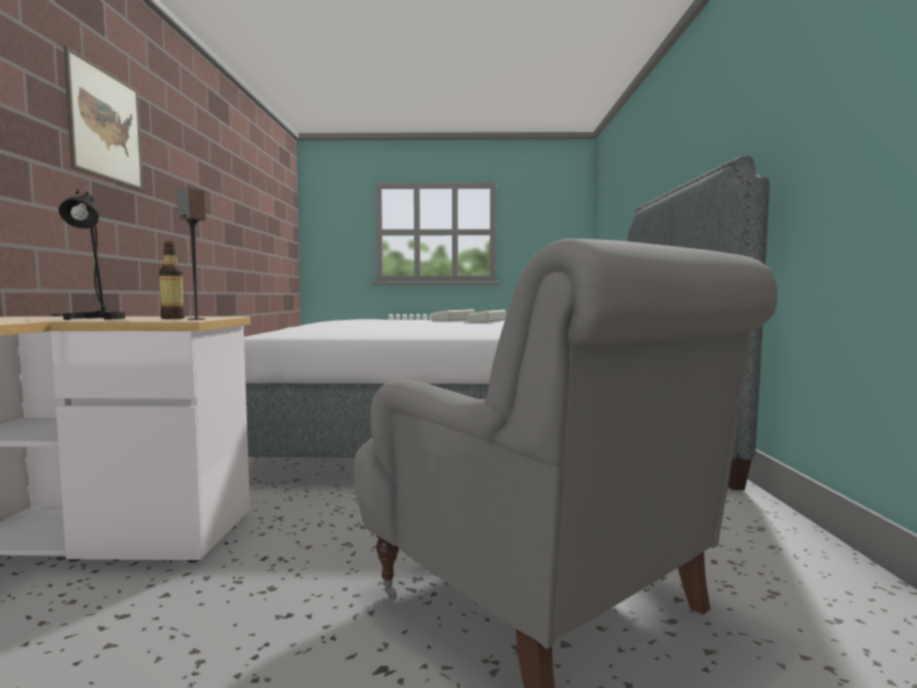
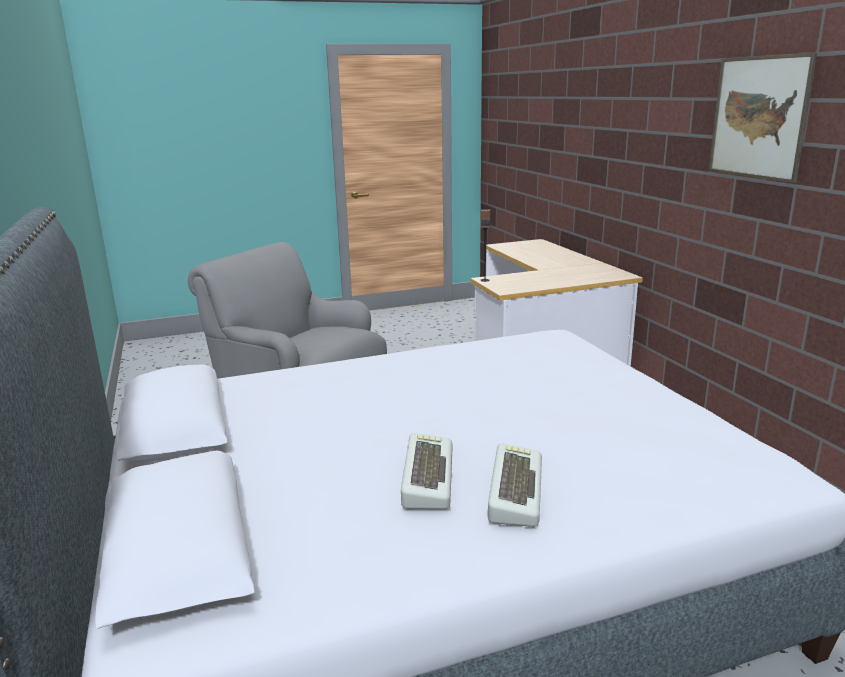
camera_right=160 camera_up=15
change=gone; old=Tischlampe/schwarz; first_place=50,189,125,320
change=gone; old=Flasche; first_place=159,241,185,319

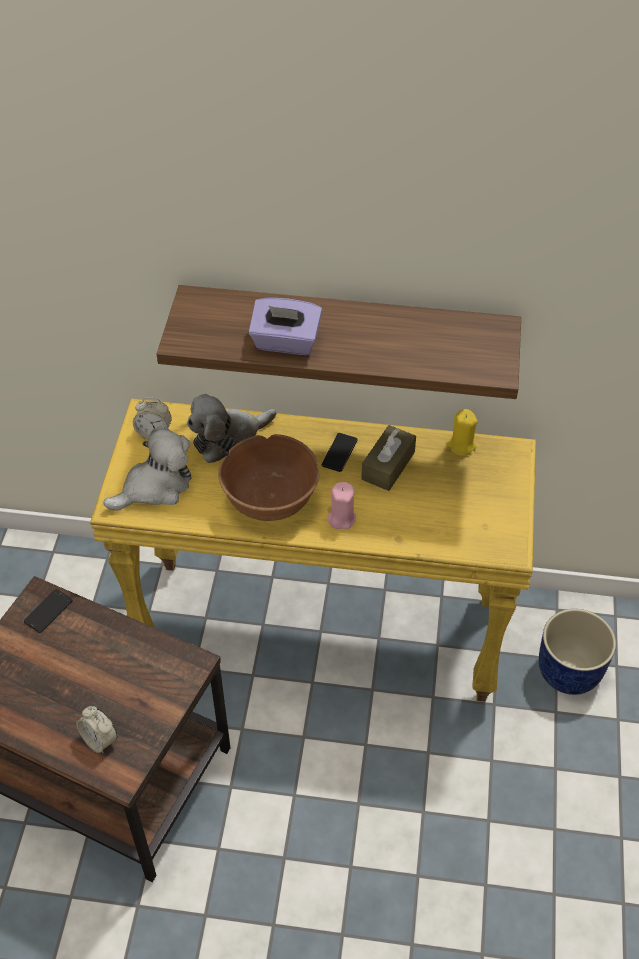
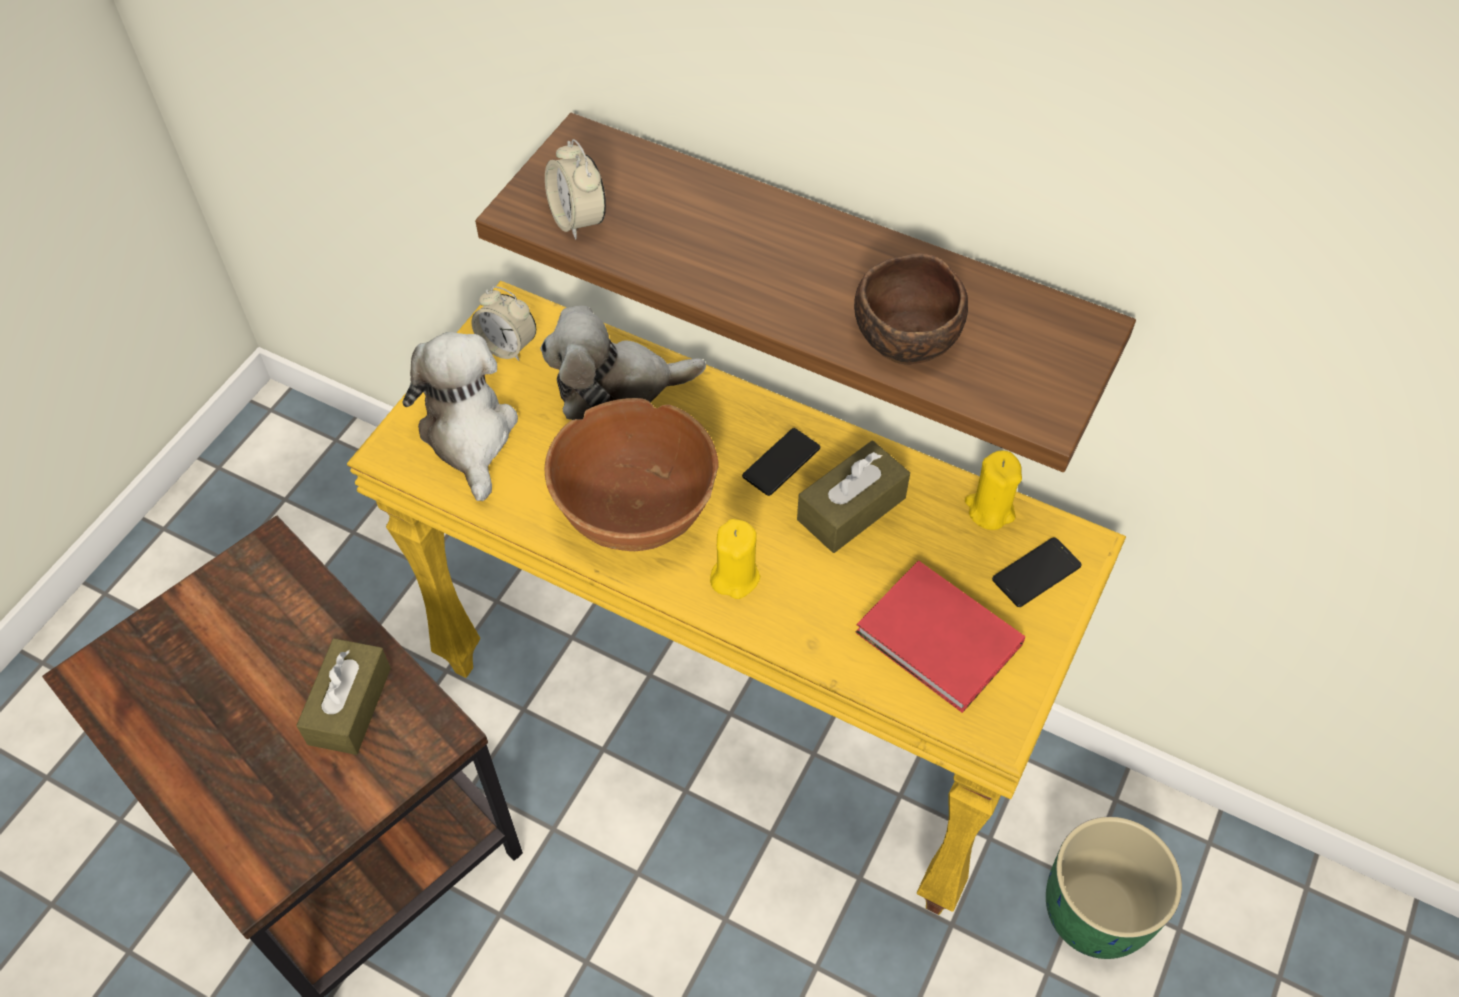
camera_right=20 camera_up=5
change=new; new=Taschentuchbox/braun; second_place=296,638,391,755
change=rotated; old=Plüschtier; first_place=104,426,191,511; second_place=402,332,518,501; degrees=-90
change=shifted; old=Wecker; first_place=76,706,118,754; second_place=545,139,606,240
change=repainted; old=Kerze/rosa; new=Kerze/gelb; first_place=328,482,356,529; second_place=710,519,760,599
change=new; new=Schüssel/braun; second_place=854,253,968,365
change=new; new=Buch/rot; second_place=855,560,1025,713
change=shifted; old=Handy; first_place=24,589,73,633; second_place=992,537,1082,607
change=repainted; old=Pflanzkübel/blau; new=Pflanzkübel/grün; first_place=539,609,616,695; second_place=1046,817,1182,959
change=gone; old=Taschentuchbox/lila; first_place=249,298,322,355

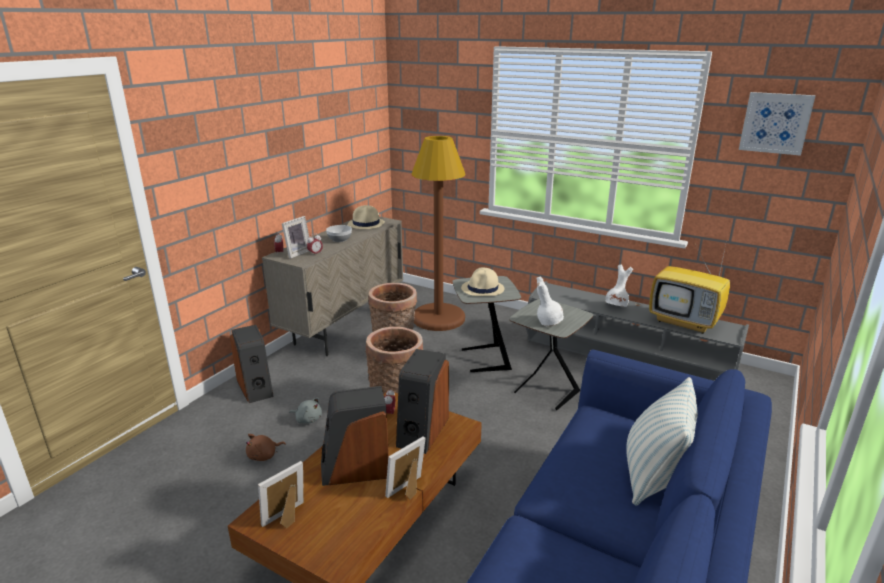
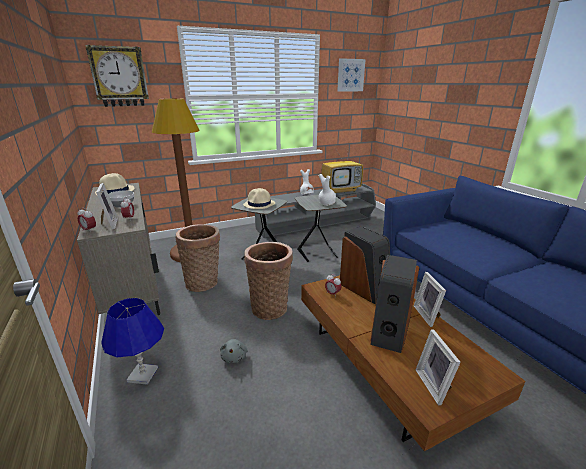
camera_right=-55 camera_up=0
change=new; new=Wanduhr; second_place=85,45,149,107
change=swapped; old=Lautsprecher; new=Tischlampe/blau; first_place=230,325,274,403; second_place=101,298,164,385
change=rotated; old=Plüschtier/grau; first_place=289,398,322,424; second_place=220,339,247,363; degrees=120
change=gone; old=Plüschtier/braun; first_place=246,434,286,461
change=gone; old=Kissen; first_place=626,377,698,506

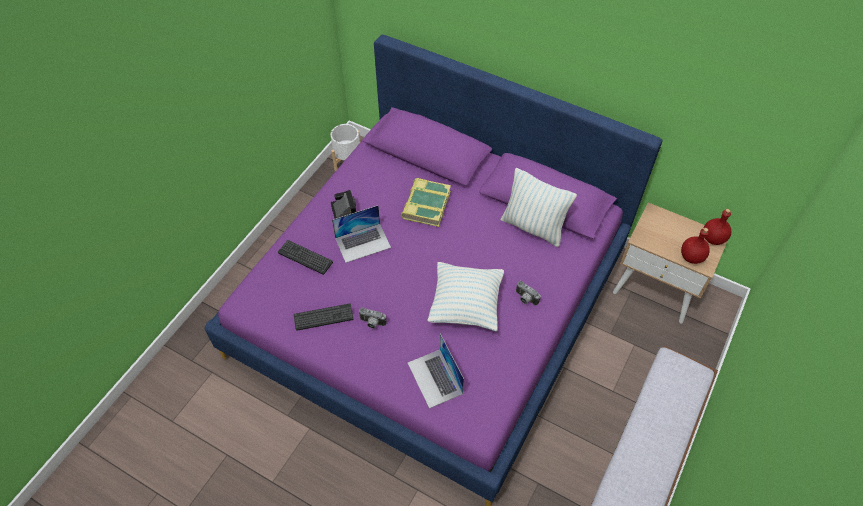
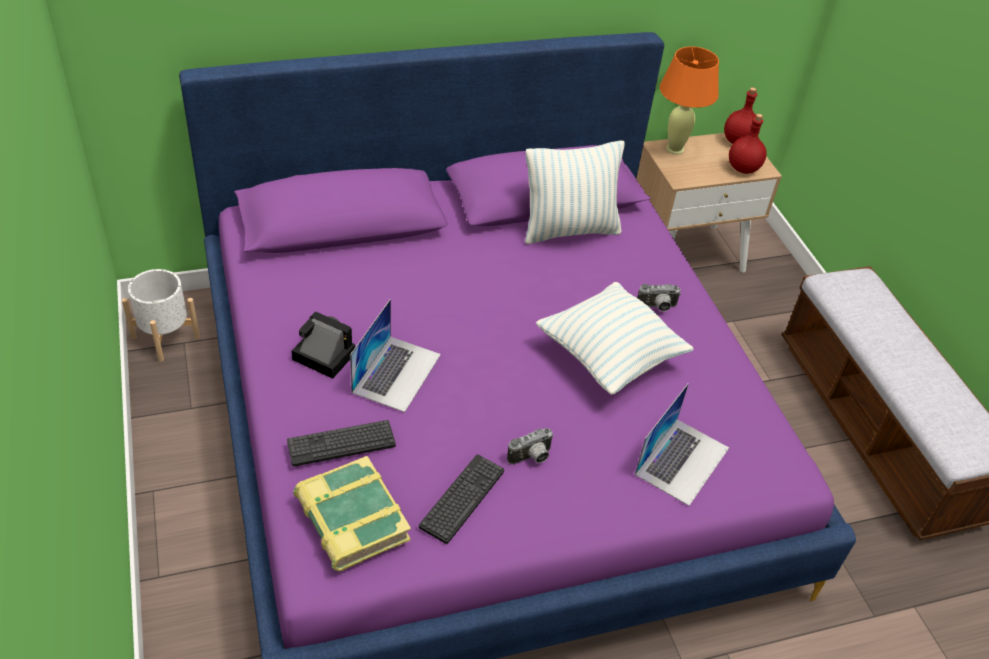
camera_right=-50 camera_up=-10
change=shifted; old=Buch; first_place=401,178,451,227; second_place=293,456,411,571
change=rotated; old=Laptop; first_place=408,334,464,409; second_place=635,383,729,506; degrees=-75
change=new; new=Tischlampe/orange; second_place=660,46,719,155

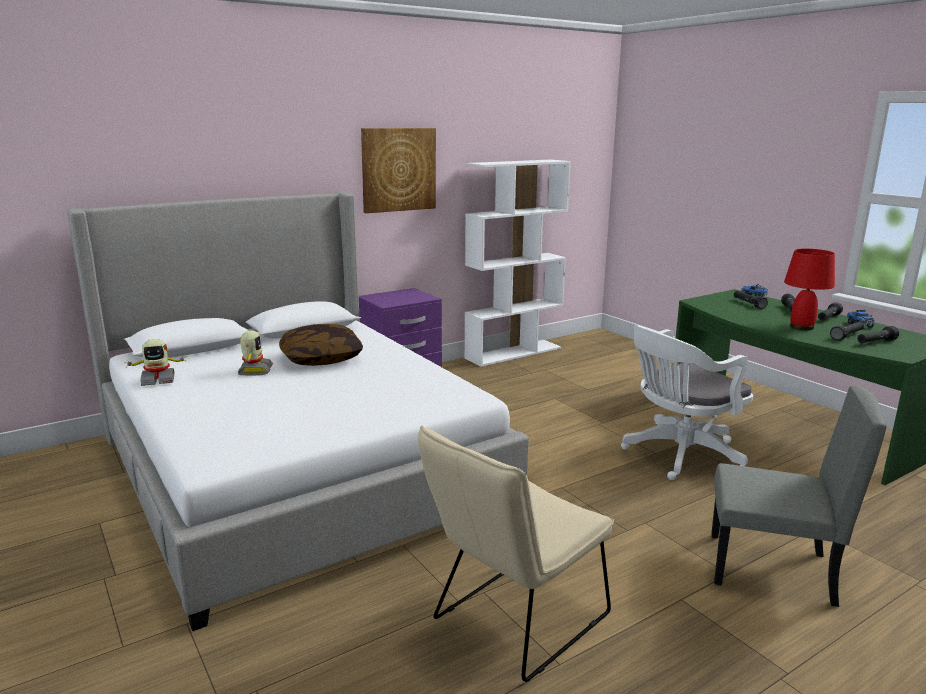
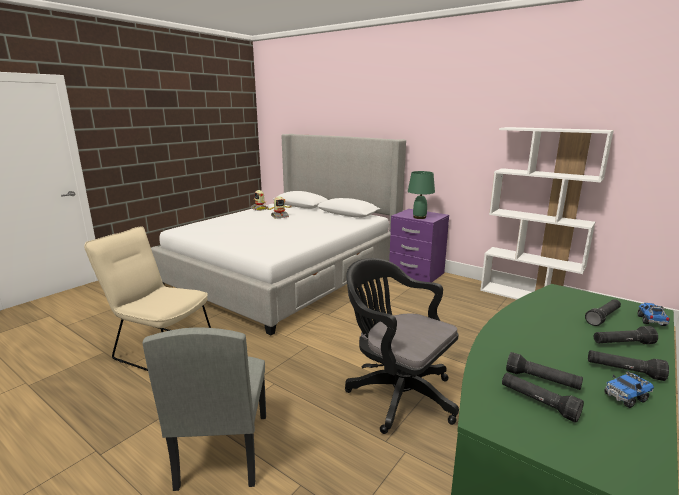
camera_right=70 camera_up=0
change=repainted; old=Bürostuhl/weiß; new=Bürostuhl/schwarz; first_place=621,325,753,480; second_place=345,258,459,434
change=new; new=Tischlampe/grün; second_place=408,171,435,219
change=gone; old=Kissen; first_place=279,324,363,366
change=gone; old=Bild; first_place=361,128,436,213
change=gone; old=Tischlampe/rot; first_place=784,249,835,330

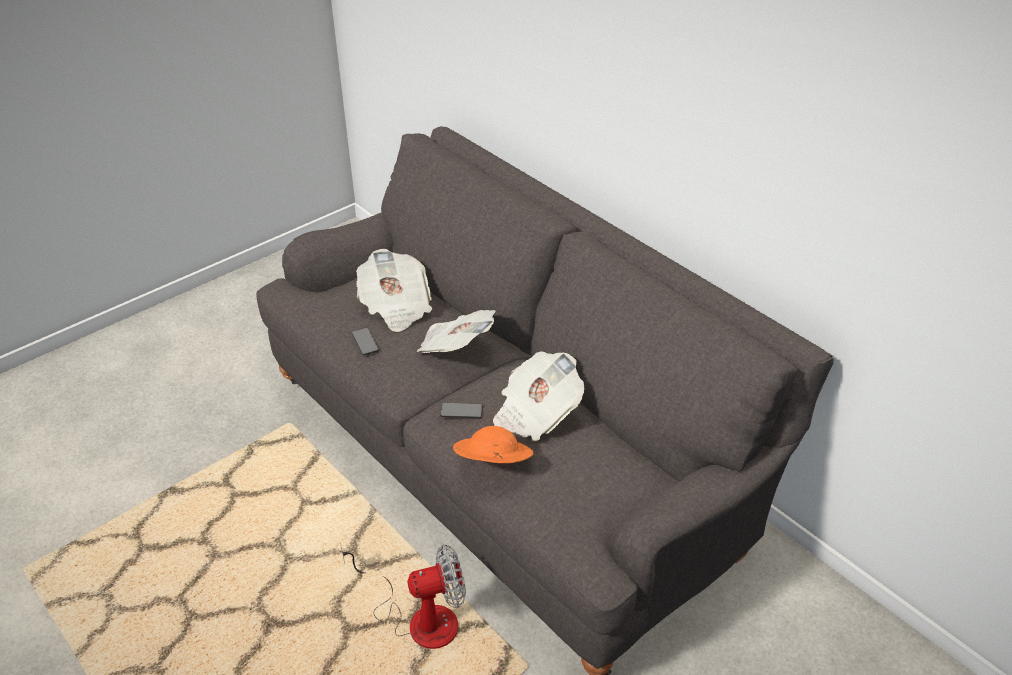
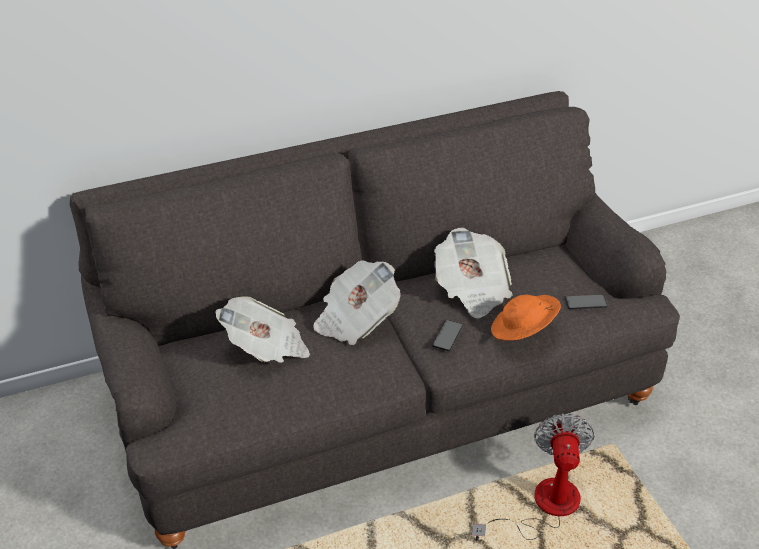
camera_right=-70 camera_up=0
change=shifted; old=Handy; first_place=352,328,379,355; second_place=565,295,607,309

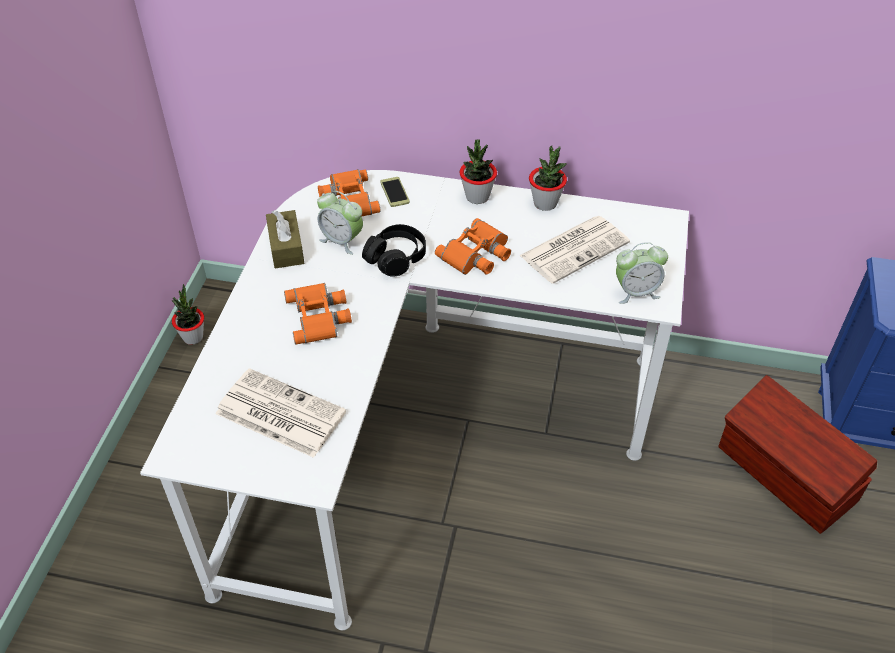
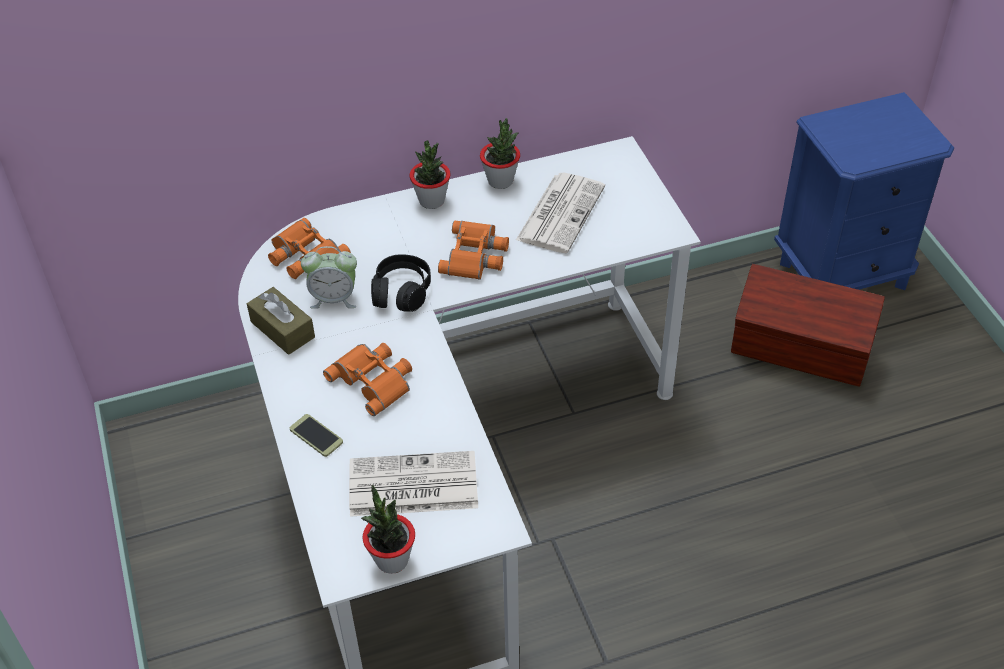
camera_right=-30 camera_up=0
change=shifted; old=Handy; first_place=380,177,410,207; second_place=290,414,343,457
change=shifted; old=Topfpflanze; first_place=172,284,204,345; second_place=361,485,415,574
change=gone; old=Wecker; first_place=616,242,668,304

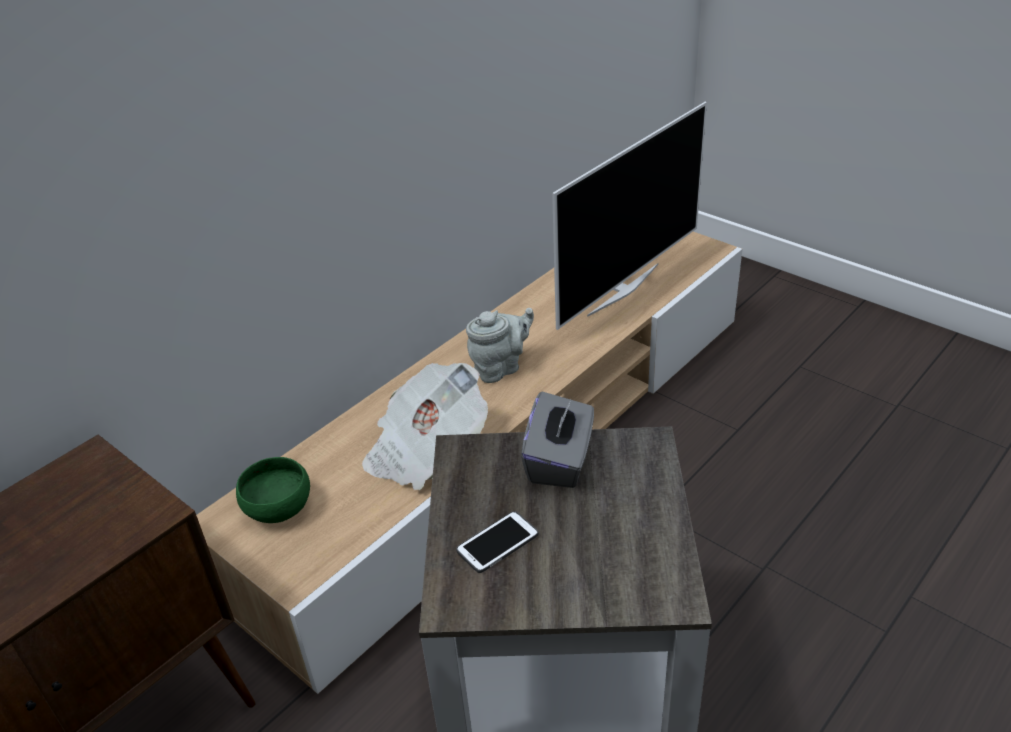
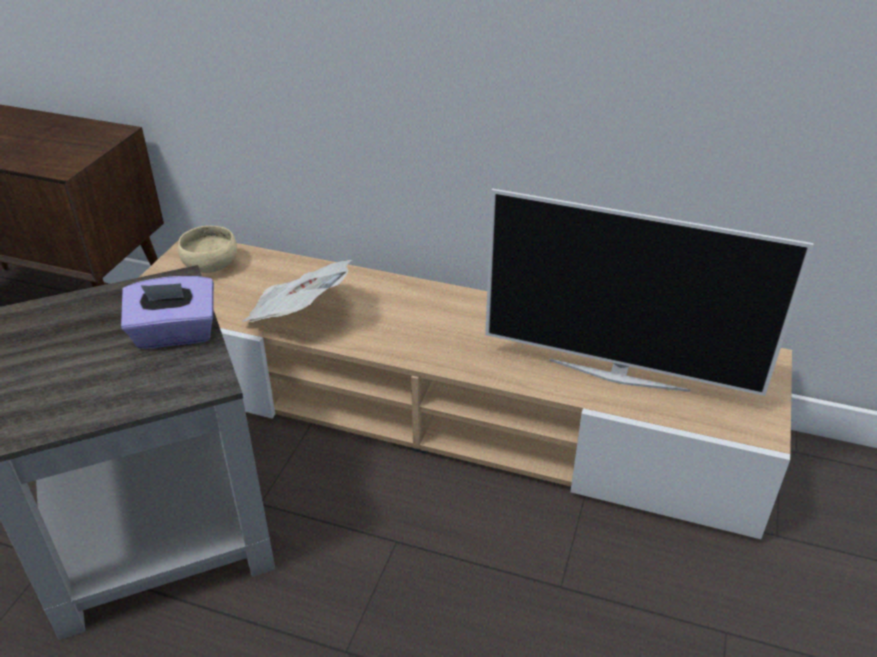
camera_right=65 camera_up=0
change=repainted; old=Taschentuchbox/grau; new=Taschentuchbox/lila; first_place=521,392,594,488; second_place=121,276,214,349
change=repainted; old=Schüssel/grün; new=Schüssel/beige; first_place=236,457,310,523; second_place=178,226,237,273
change=gone; old=Handy; first_place=456,511,539,573
change=gone; old=Teekanne/grau; first_place=466,308,534,383

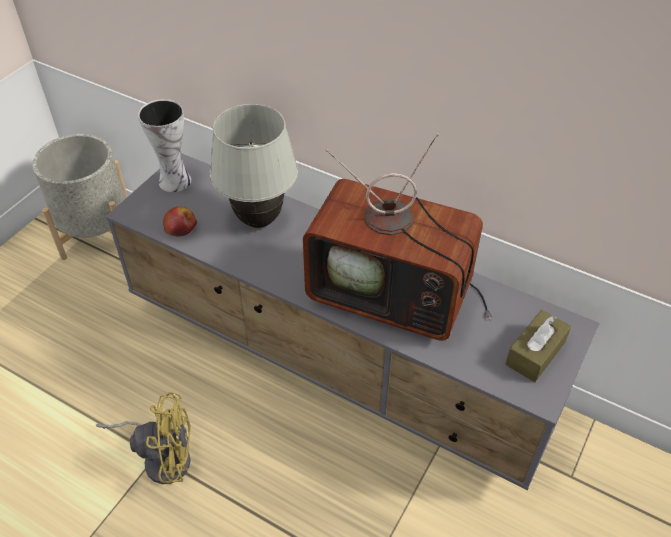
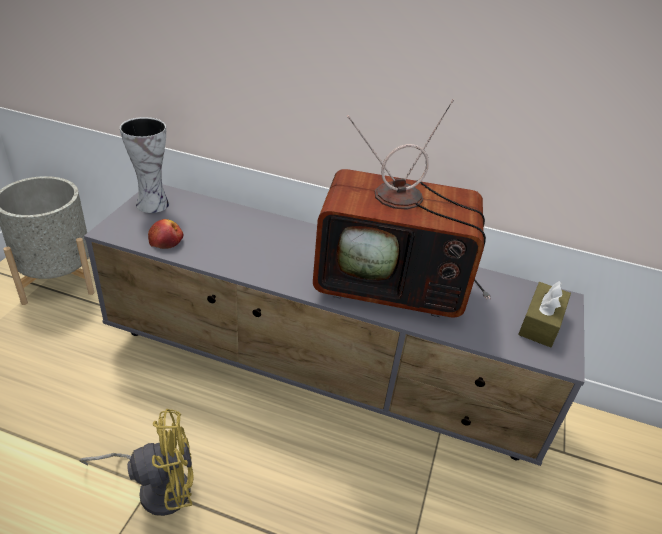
camera_right=-15 camera_up=-10
change=gone; old=Tischlampe/weiß; first_place=210,104,298,228

